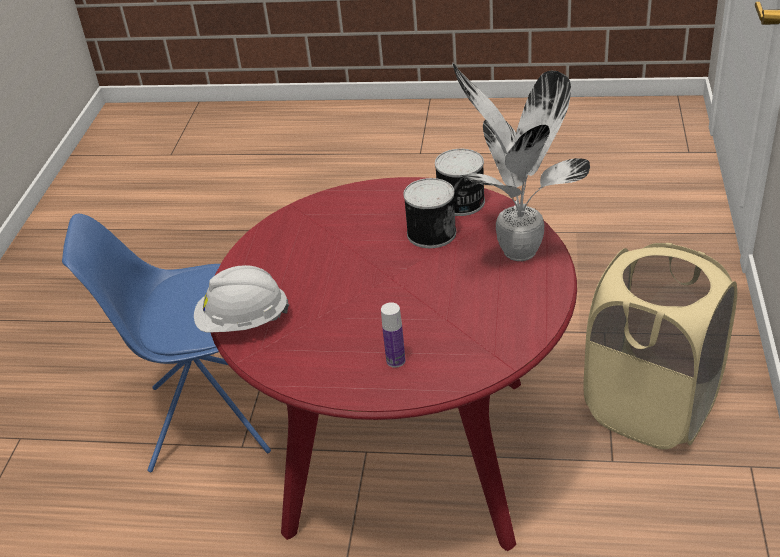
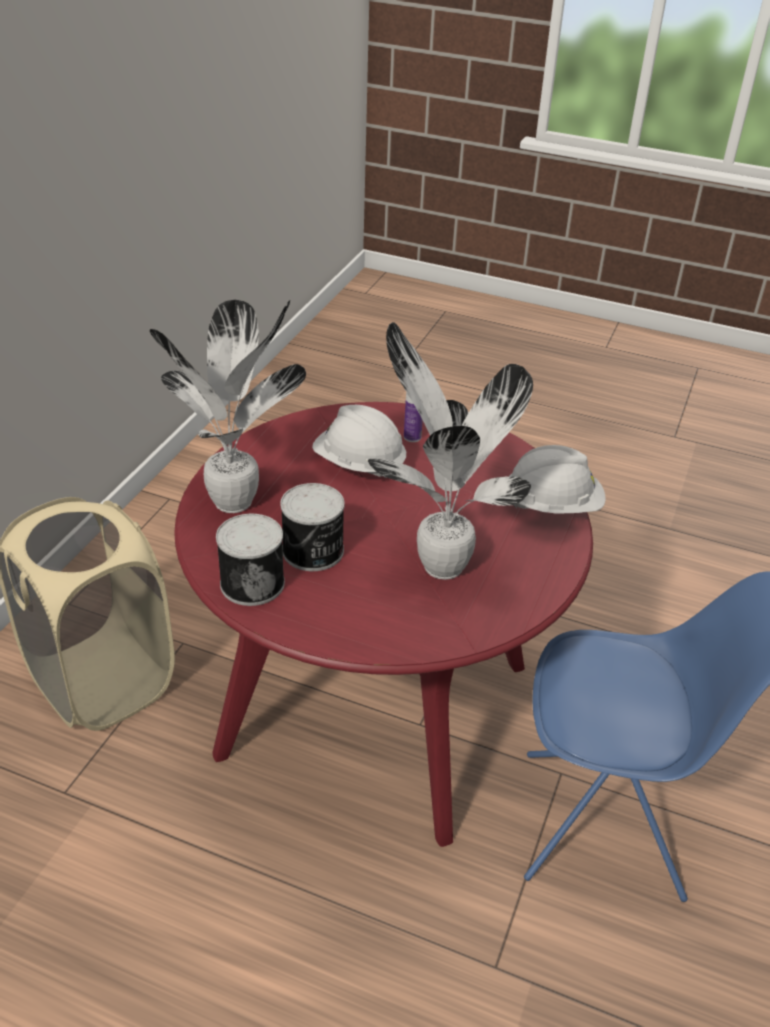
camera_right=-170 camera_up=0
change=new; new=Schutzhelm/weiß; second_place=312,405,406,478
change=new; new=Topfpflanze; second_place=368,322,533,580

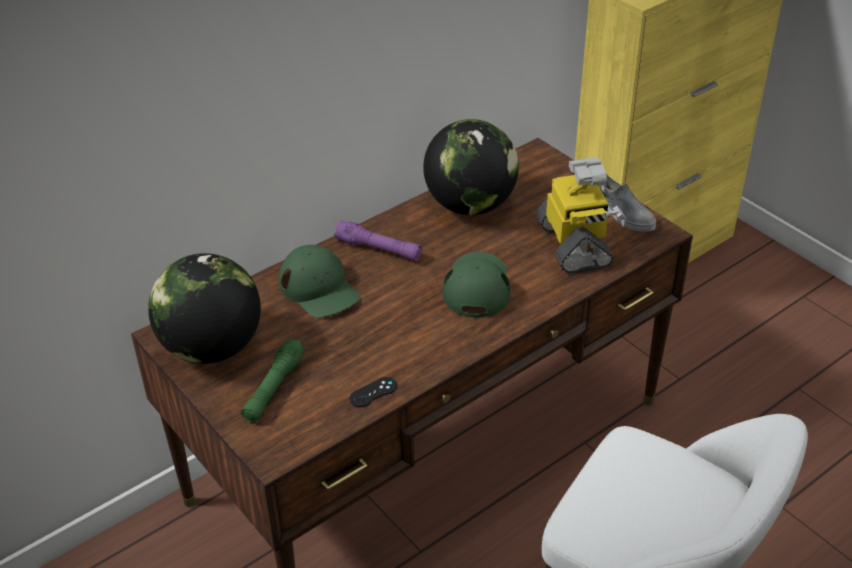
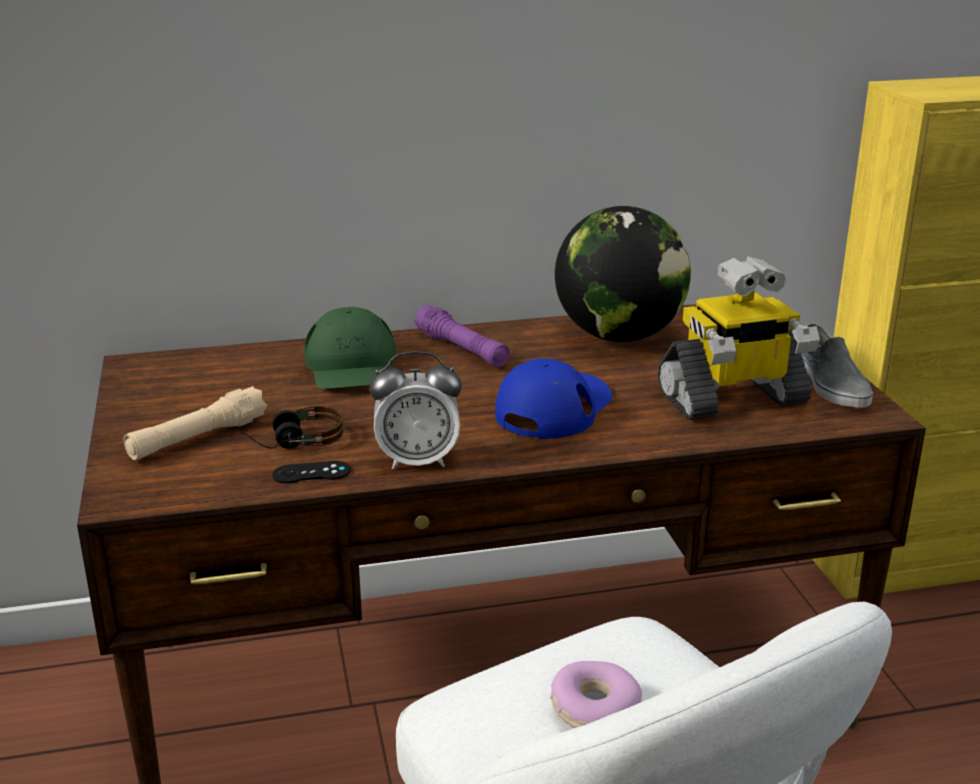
camera_right=25 camera_up=-15
change=repainted; old=Taschenlampe/grün; new=Taschenlampe/beige; first_place=241,338,305,423; second_place=124,386,267,460
change=new; new=Kopfhörer; second_place=236,406,343,449
change=new; new=Wecker; second_place=369,351,462,469
change=repainted; old=Kappe/grün; new=Kappe/blau; first_place=443,252,511,318; second_place=495,359,612,439
change=new; new=Donut; second_place=550,661,642,728
change=rotated; old=Spielzeugroboter; first_place=536,157,627,273; second_place=658,256,820,420; degrees=60
change=gone; old=Globus; first_place=148,253,261,364

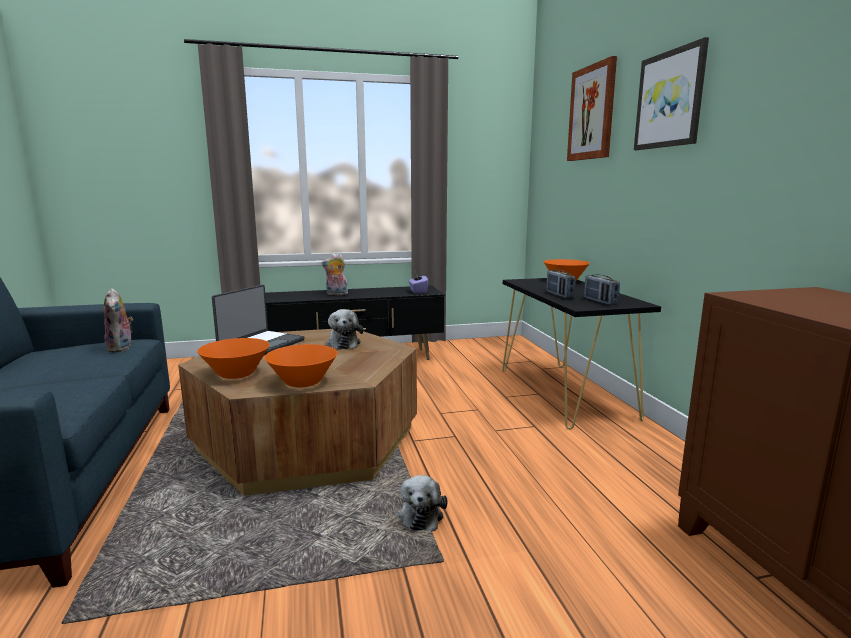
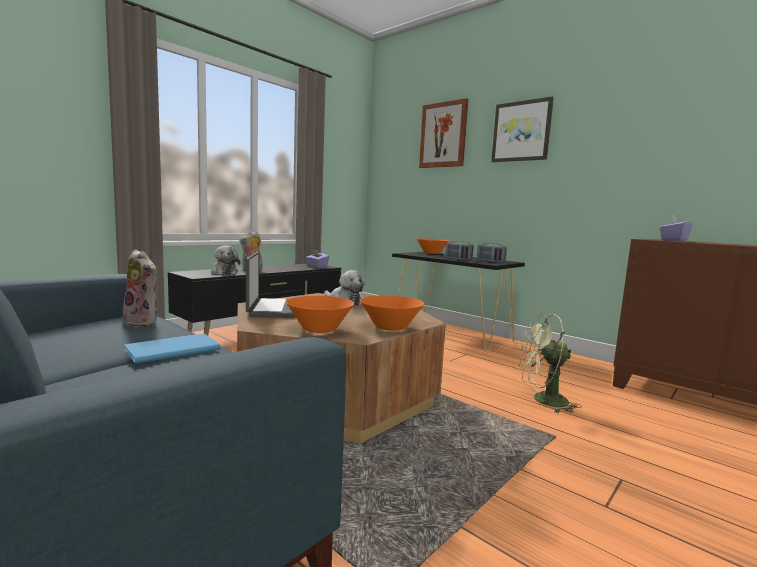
camera_right=-35 camera_up=-5
change=new; new=Buch/blau; second_place=124,334,221,364
change=shifted; old=Plüschtier; first_place=397,475,448,531; second_place=211,245,240,275
change=new; new=Ventilator/grün; second_place=519,313,582,413
change=new; new=Taschentuchbox/lila; second_place=660,215,692,241

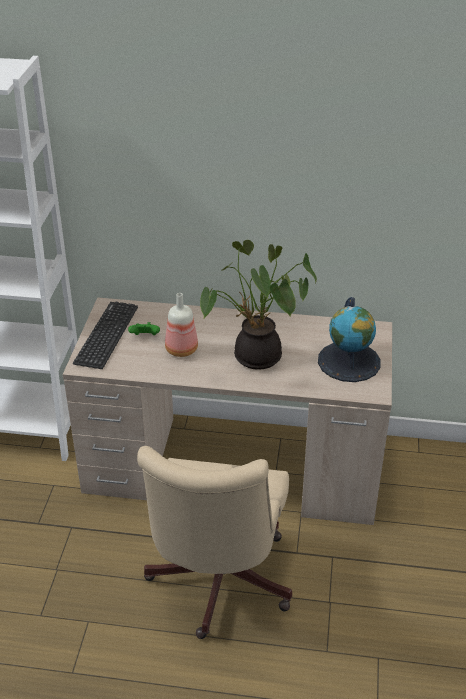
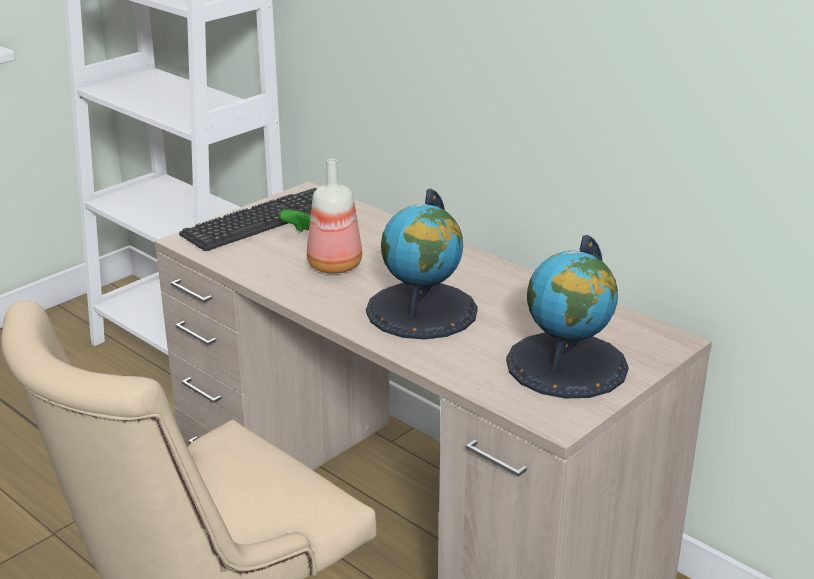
camera_right=35 camera_up=-10
change=swapped; old=Topfpflanze; new=Globus; first_place=200,240,317,370; second_place=366,189,478,340

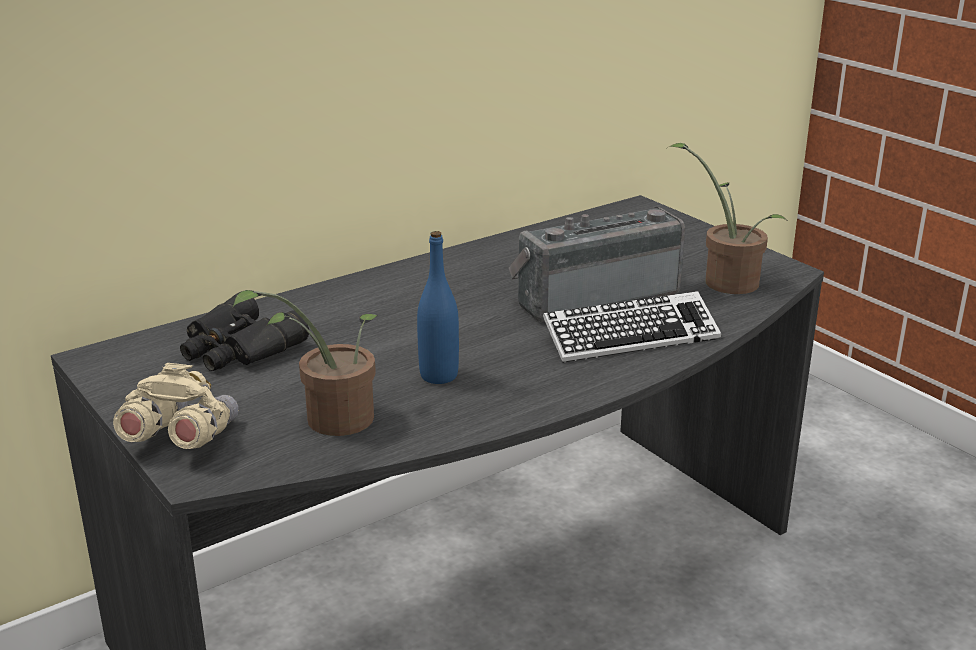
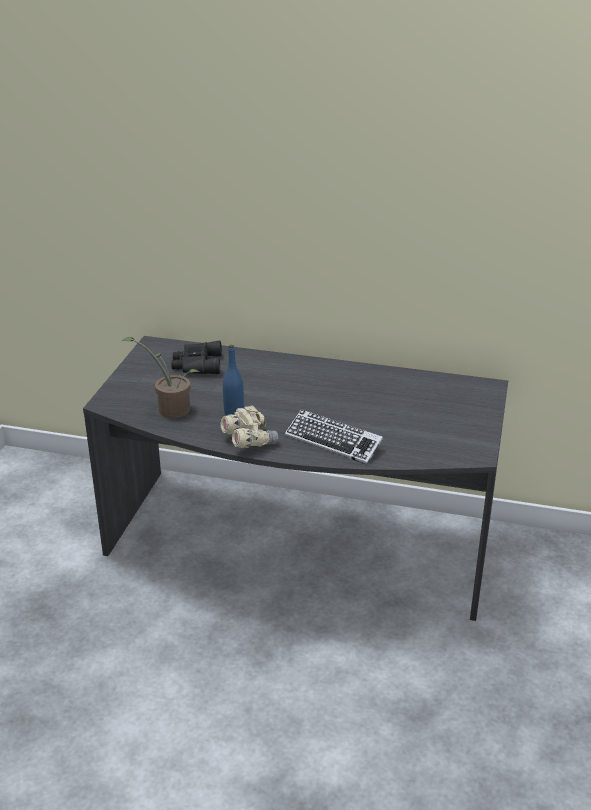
camera_right=50 camera_up=5
change=shifted; old=Fernglas/beige; first_place=113,363,239,449; second_place=220,405,278,448
change=gone; old=Radio; first_place=509,207,685,323
change=gone; old=Topfpflanze; first_place=667,143,788,294

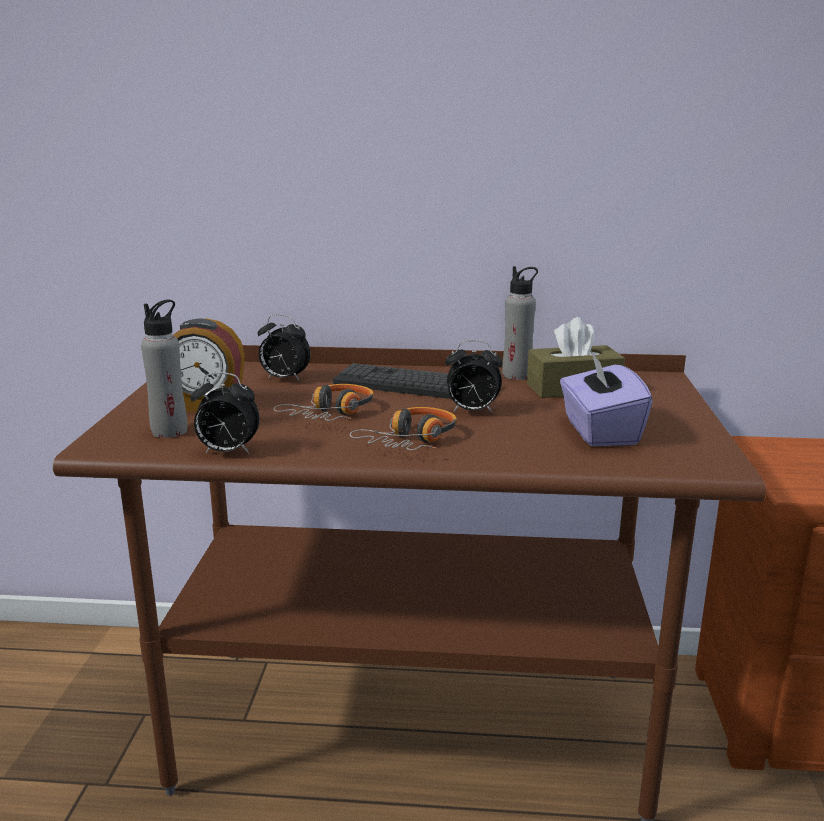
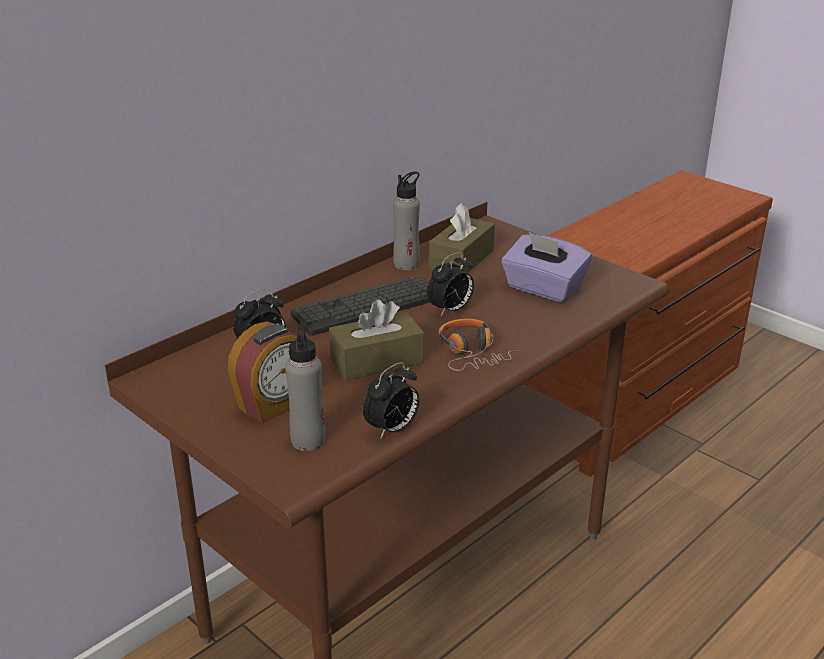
camera_right=-50 camera_up=10
change=swapped; old=Kopfhörer; new=Taschentuchbox/braun; first_place=273,384,374,421; second_place=329,299,424,381

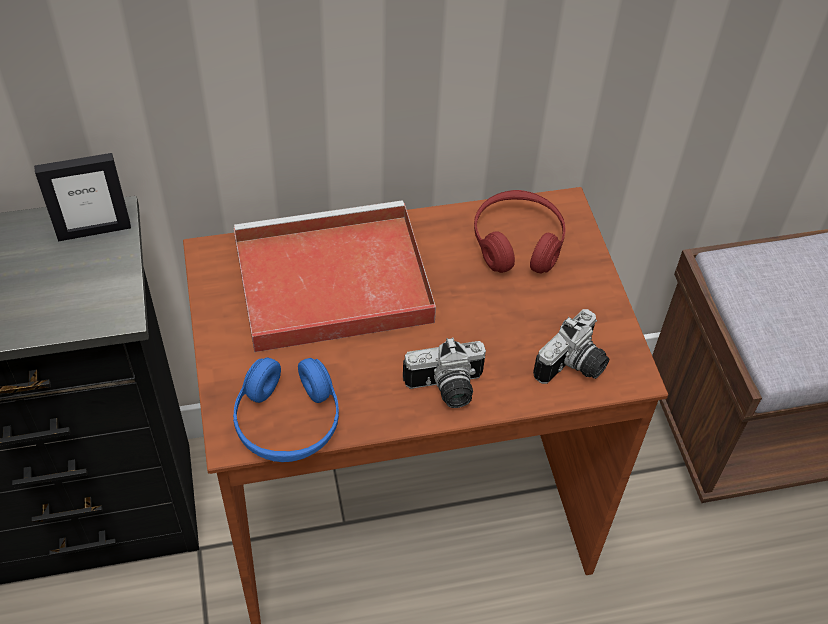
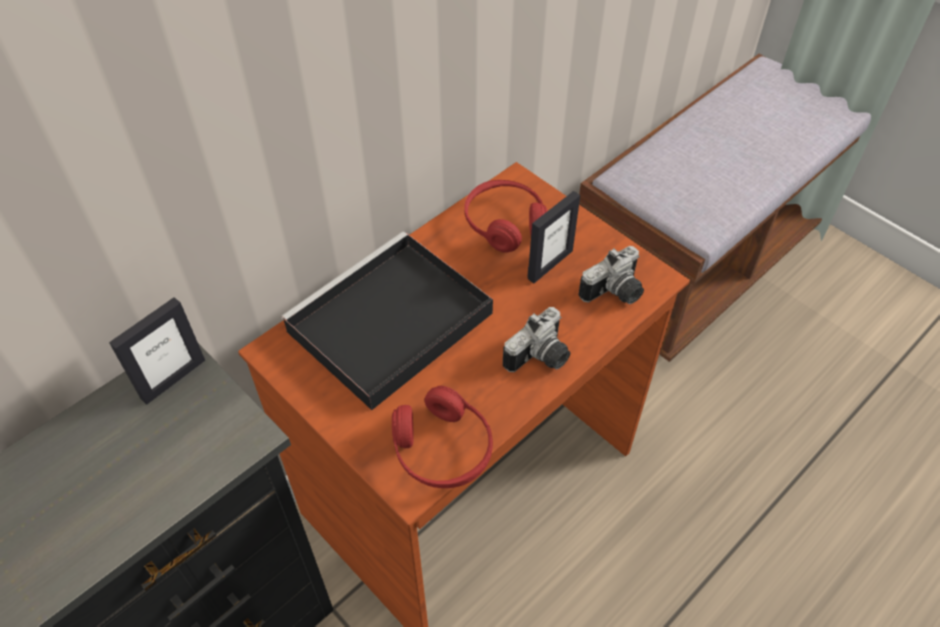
camera_right=-30 camera_up=0
change=repainted; old=Tablett/rot; new=Tablett/schwarz; first_place=234,200,436,352; second_place=281,231,493,410
change=repainted; old=Kopfhörer/blau; new=Kopfhörer/rot; first_place=233,357,339,462; second_place=392,386,493,488
change=new; new=Bilderrahmen; second_place=527,191,580,283
change=rotated; old=Kamera; first_place=533,309,610,384; second_place=578,246,644,304; degrees=45

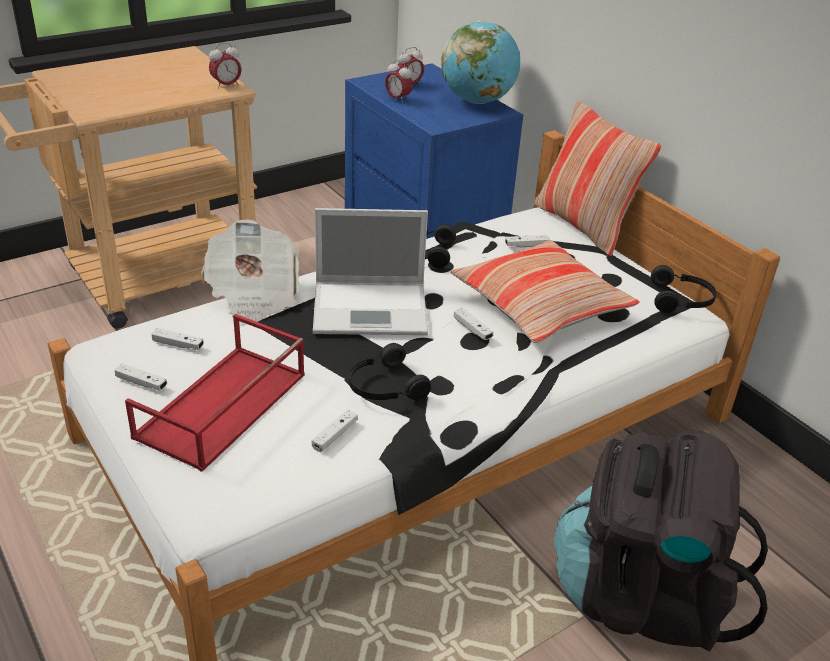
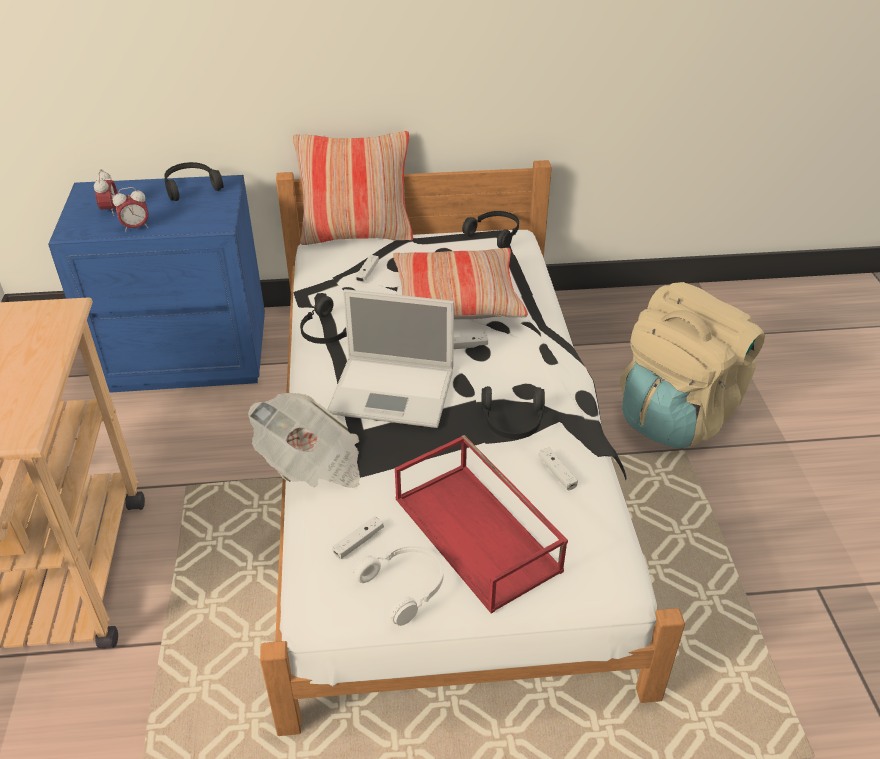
camera_right=-60 camera_up=5
change=swapped; old=Globus; new=Kopfhörer/schwarz; first_place=441,21,520,104; second_place=164,162,223,201
change=rotated; old=Laptop; first_place=313,208,428,335; second_place=327,289,454,428; degrees=75
change=swapped; old=Gamepad/weiß; new=Kopfhörer/weiß; first_place=114,363,167,391; second_place=353,545,444,626
change=repainted; old=Rucksack/schwarz; new=Rucksack/beige; first_place=554,430,768,651; second_place=620,282,765,448
change=gone; old=Wecker; first_place=209,43,242,89

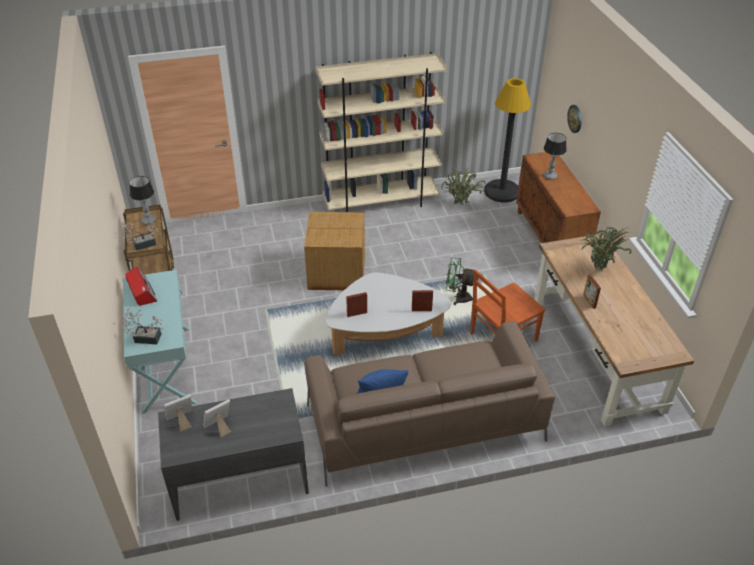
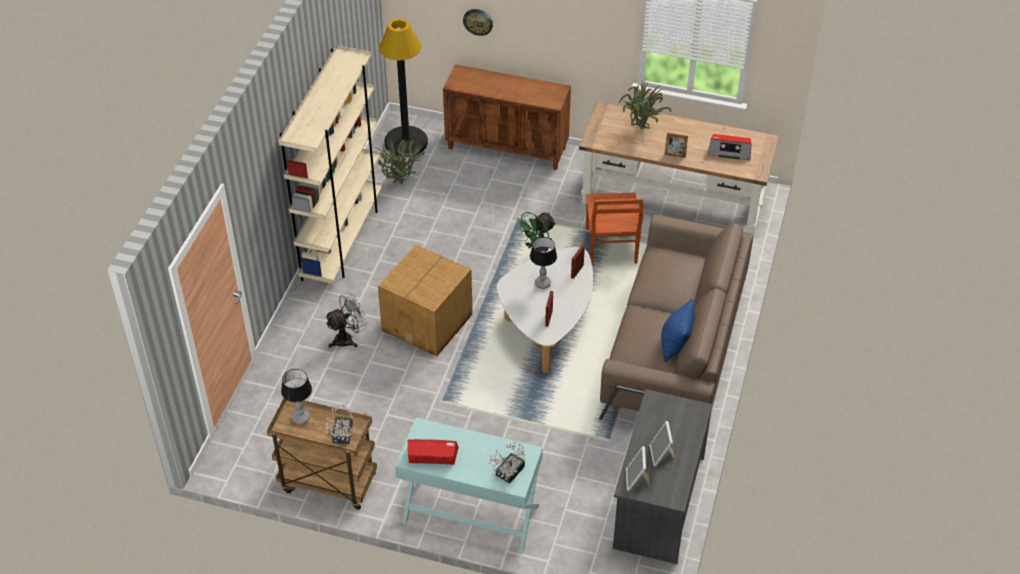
camera_right=-60 camera_up=5
change=new; new=Ventilator/grau; second_place=325,292,367,348
change=shifted; old=Tischlampe; first_place=544,133,566,180; second_place=530,237,557,289
change=new; new=Radio; second_place=708,134,752,160

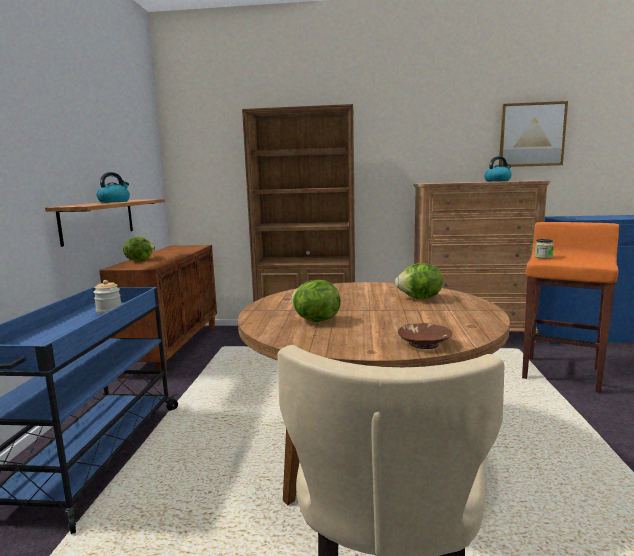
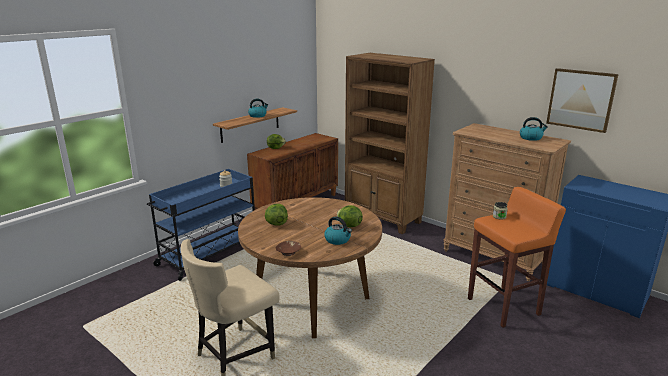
camera_right=35 camera_up=10
change=new; new=Wasserkessel; second_place=324,216,352,245

